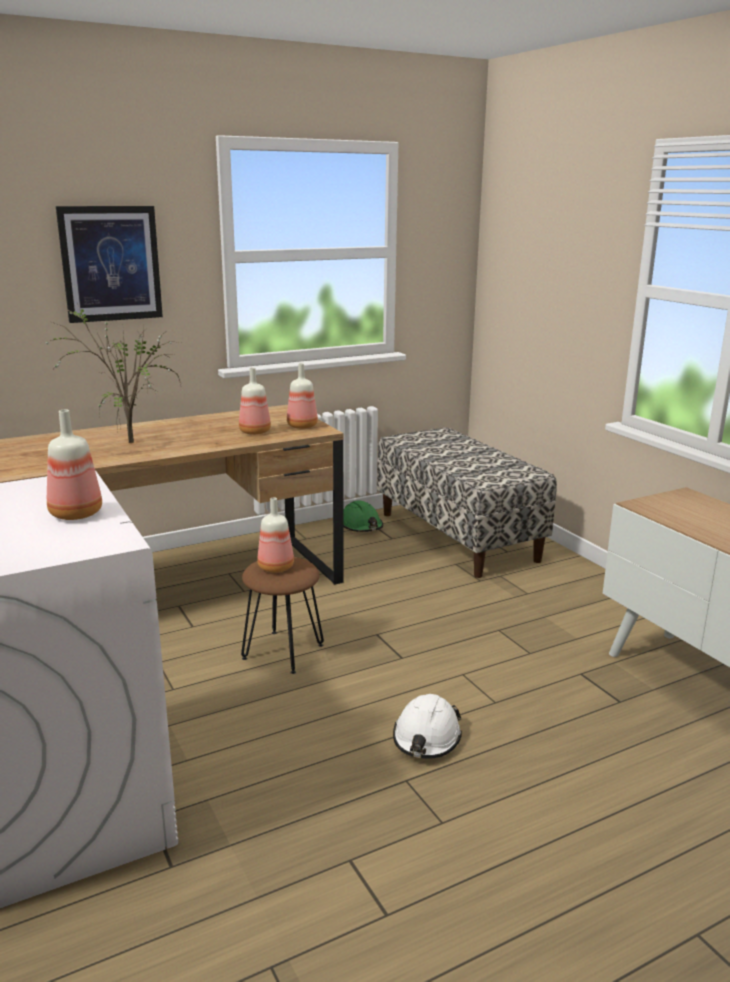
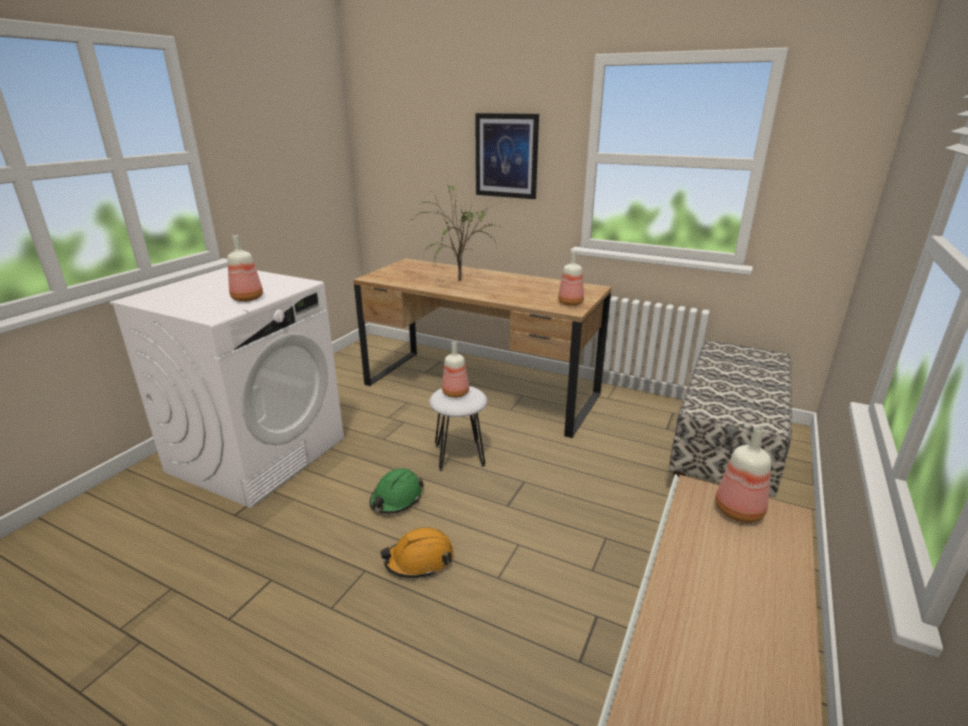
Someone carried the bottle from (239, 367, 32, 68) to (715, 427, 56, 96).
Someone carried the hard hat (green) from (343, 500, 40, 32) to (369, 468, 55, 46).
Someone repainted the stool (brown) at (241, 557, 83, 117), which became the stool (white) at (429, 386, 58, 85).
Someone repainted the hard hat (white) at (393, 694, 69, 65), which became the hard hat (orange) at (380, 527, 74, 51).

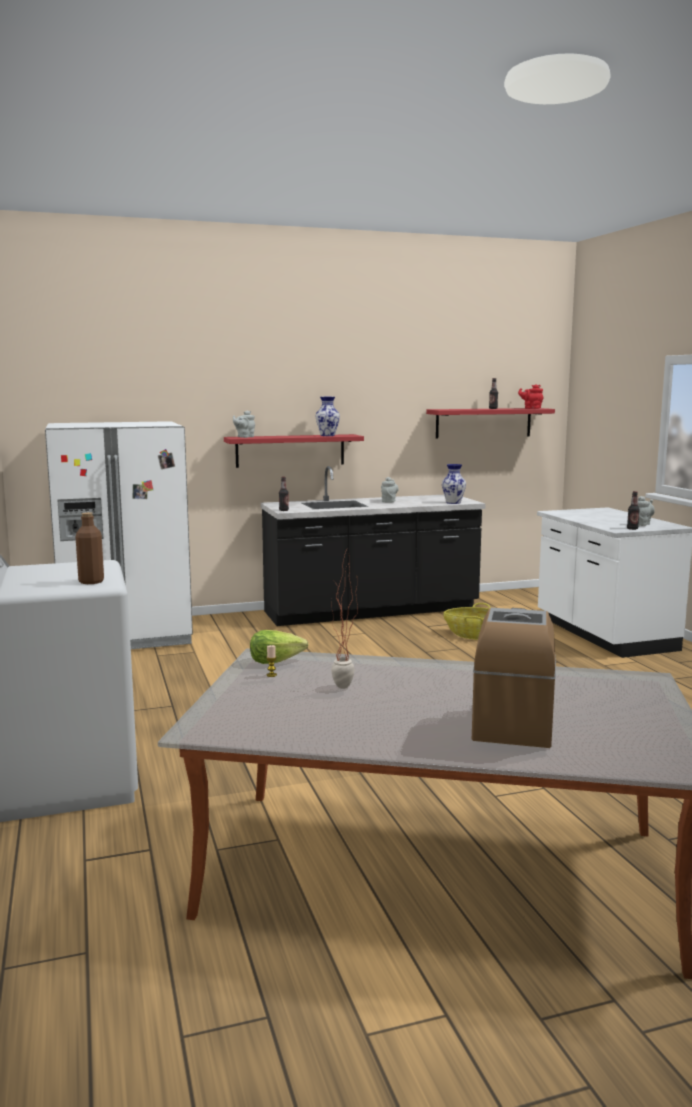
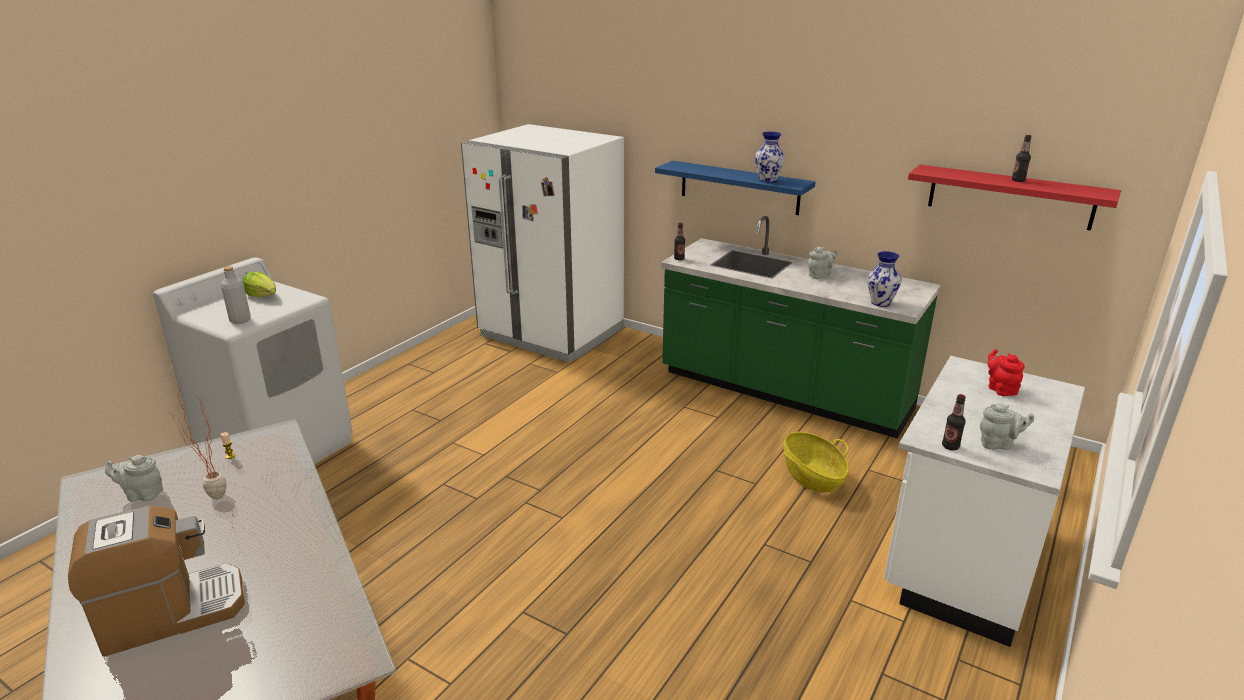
Someone carried the teapot (red) from (518, 384, 26, 25) to (988, 349, 37, 47).
Someone carried the teapot (grey) from (233, 411, 22, 27) to (105, 455, 58, 47).
Someone repainted the shelf (red) at (224, 434, 140, 34), which became the shelf (blue) at (655, 161, 160, 54).
Someone repainted the counter (black) at (261, 466, 224, 160), which became the counter (green) at (661, 216, 280, 223).
Someone repainted the bottle (brown) at (76, 512, 28, 72), which became the bottle (grey) at (221, 266, 30, 58).
Someone carried the lettuce from (250, 630, 59, 34) to (243, 271, 33, 26).

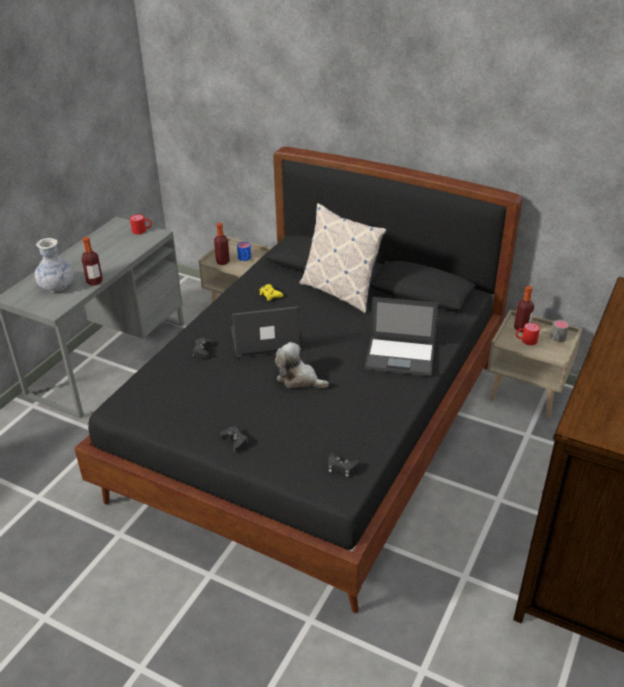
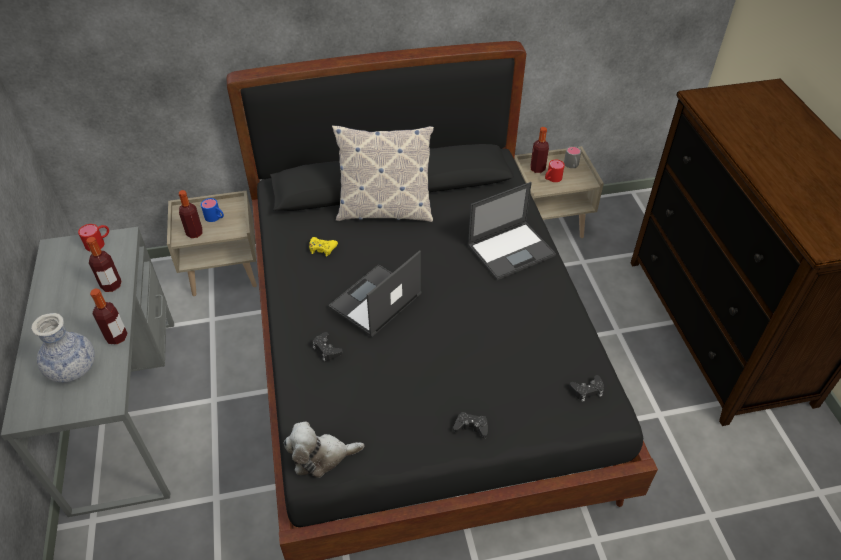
Someone carried the plush toy from (275, 342, 54, 46) to (284, 422, 80, 56).
Someone put down the bottle at (86, 237, 35, 55).

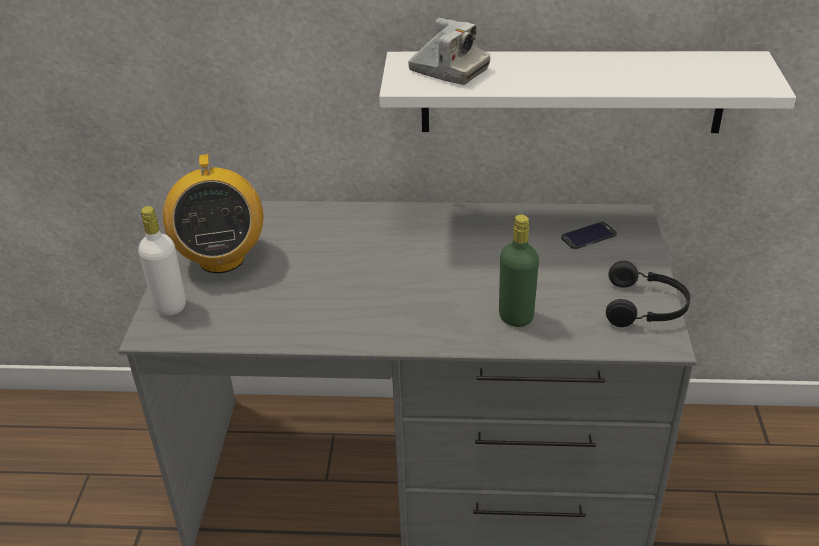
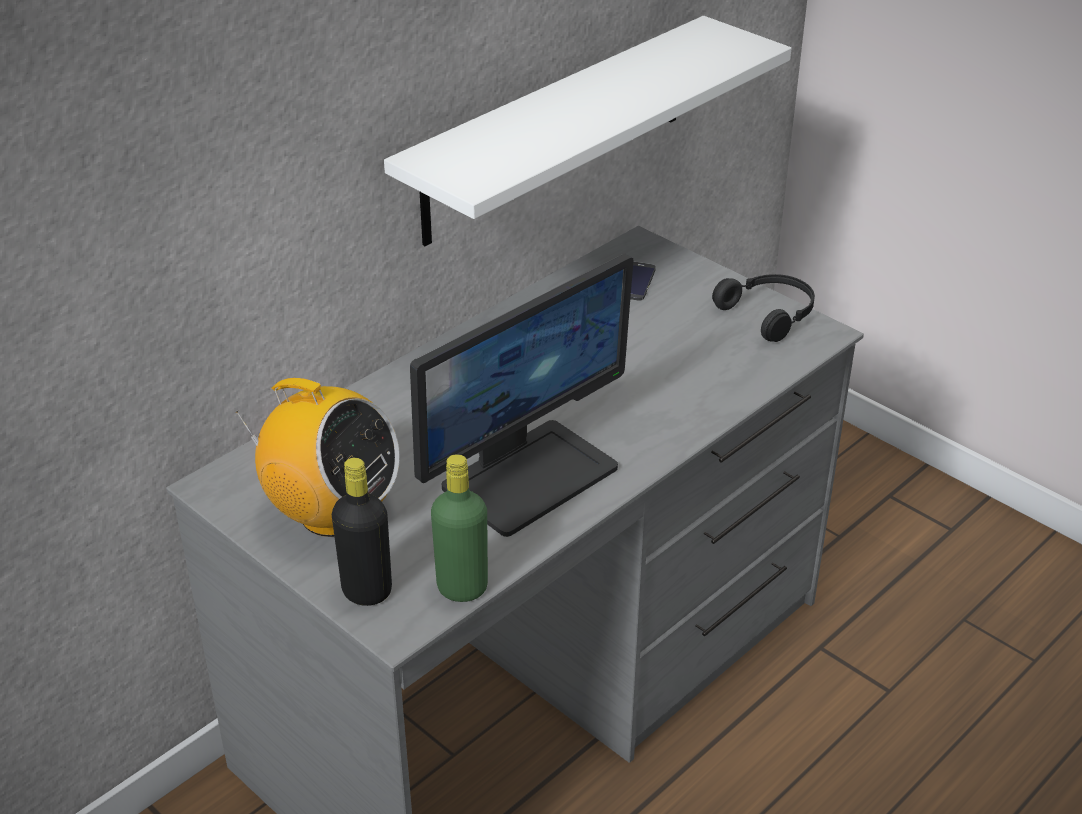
Someone took away the photo camera at (408, 18, 82, 67).
Someone repainted the bottle (white) at (138, 206, 48, 110), which became the bottle (black) at (332, 458, 60, 148).
Someone carried the bottle (green) from (499, 215, 40, 112) to (431, 454, 57, 148).
Someone put down the monitor at (410, 253, 224, 284).

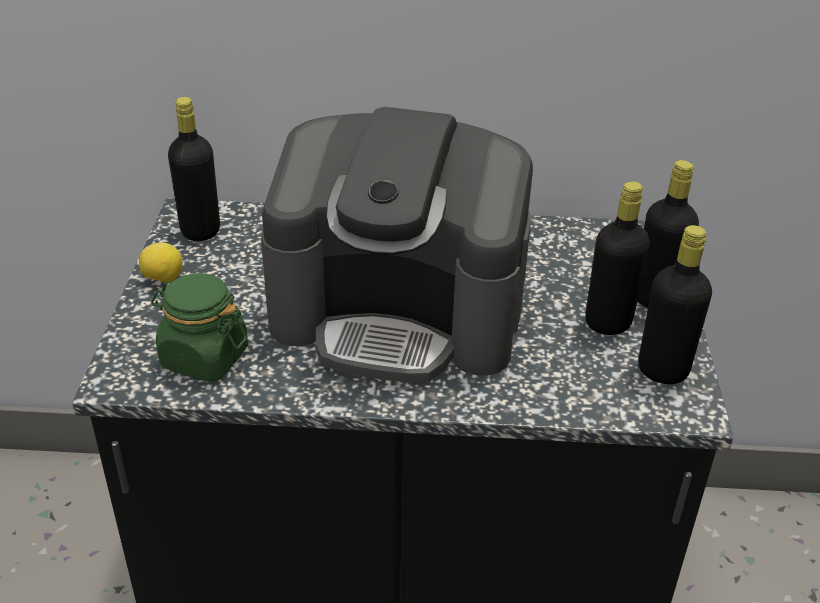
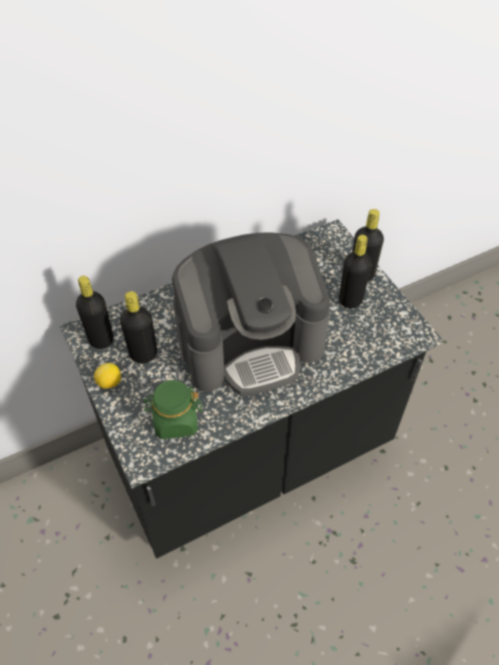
Someone carried the bottle (black) from (638, 225, 74, 159) to (120, 291, 37, 73).

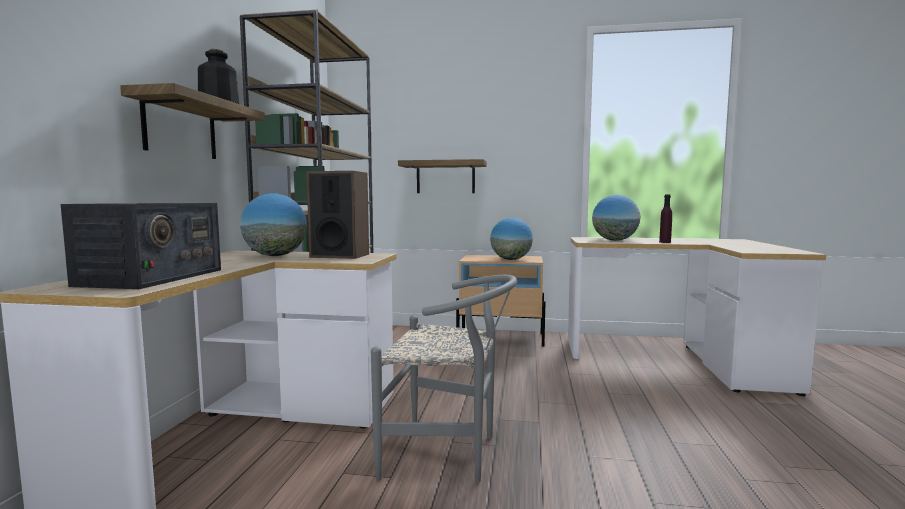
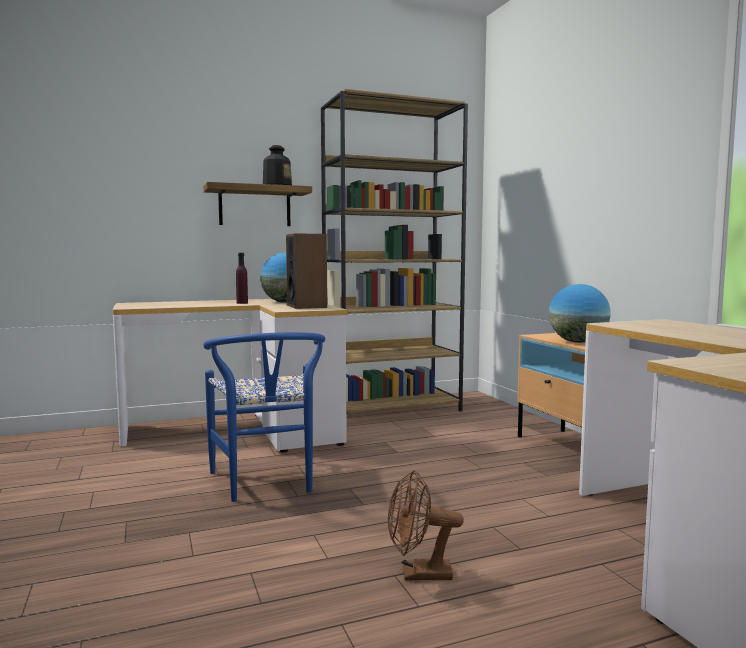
Someone took away the shelf at (398, 159, 89, 34).
Someone took away the globe at (592, 195, 48, 46).
Someone carried the bottle (purple) from (659, 195, 13, 48) to (236, 253, 12, 51).
Someone took away the radio at (61, 203, 160, 86).
Someone repainted the chair (grey) at (371, 275, 146, 208), which became the chair (blue) at (203, 332, 122, 170).
Someone put down the fan (brown) at (388, 470, 76, 110).

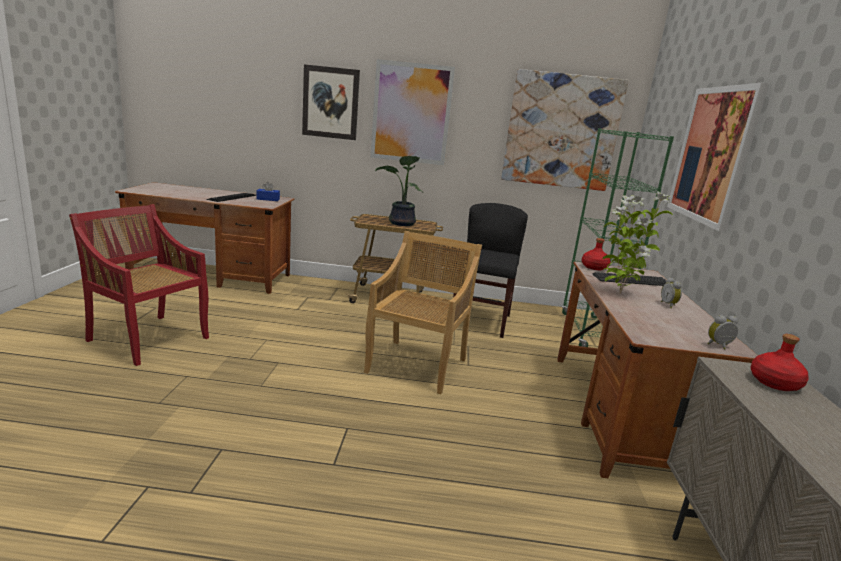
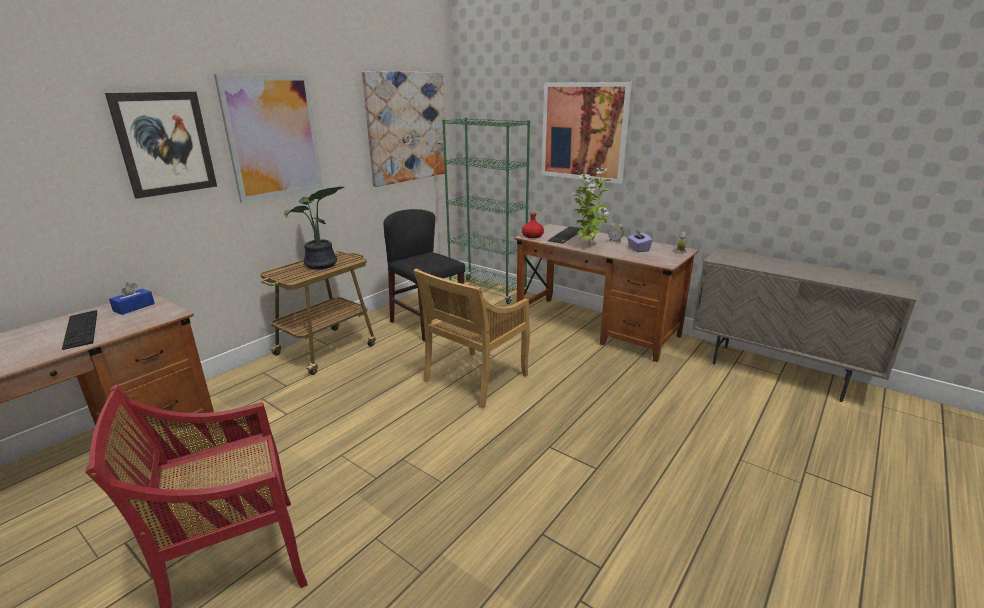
Someone rotated the chair (beige) at (364, 231, 118, 163) by 105 degrees counterclockwise.
Someone took away the bottle (red) at (751, 334, 58, 57).
Someone put down the tissue box (purple) at (627, 230, 26, 22).

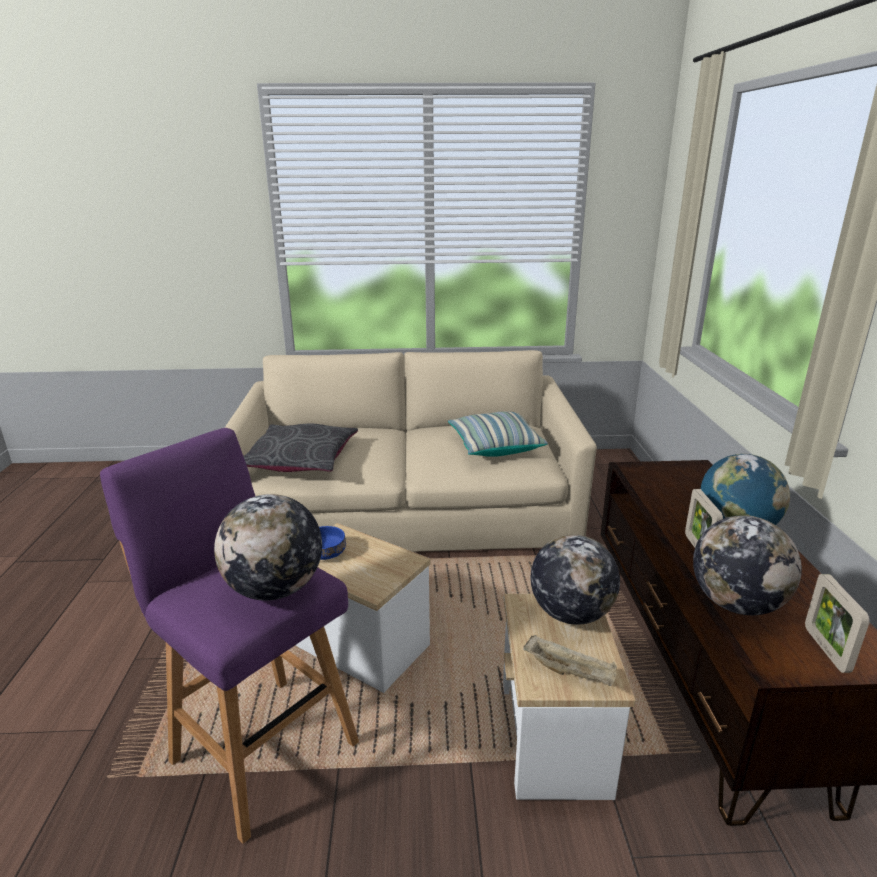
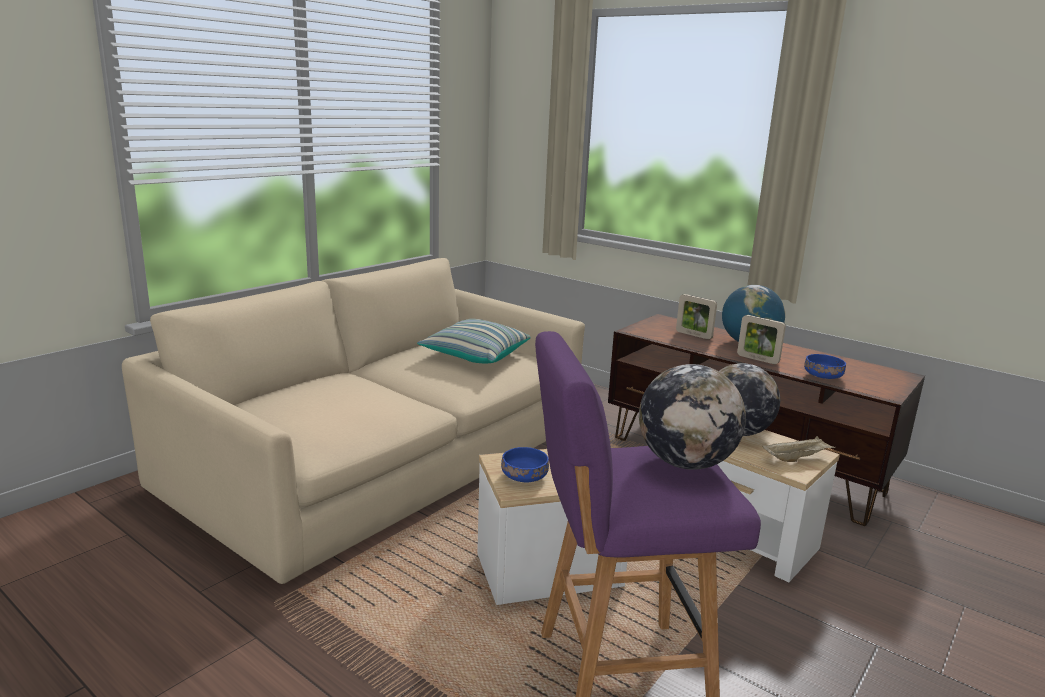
Someone took away the pillow (grey) at (243, 423, 115, 49).
Someone swapped the globe at (693, 515, 109, 100) for the bowl (blue) at (804, 354, 42, 25).
Someone carried the picture frame from (805, 574, 65, 99) to (676, 294, 41, 45).

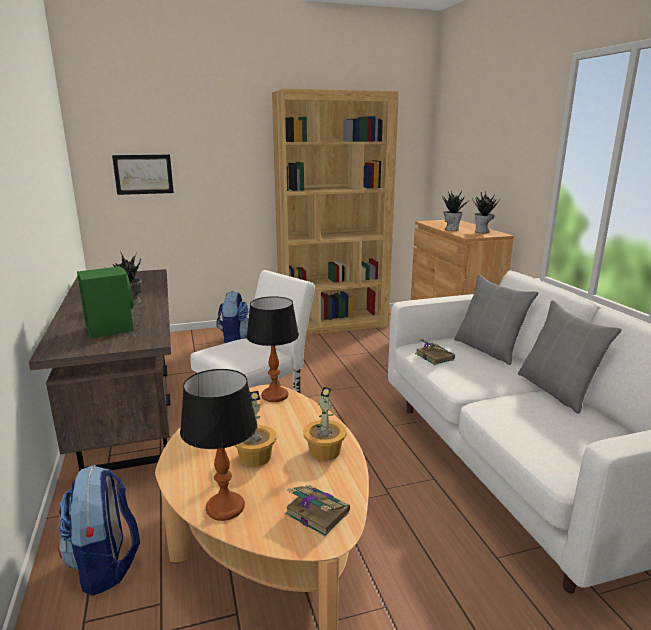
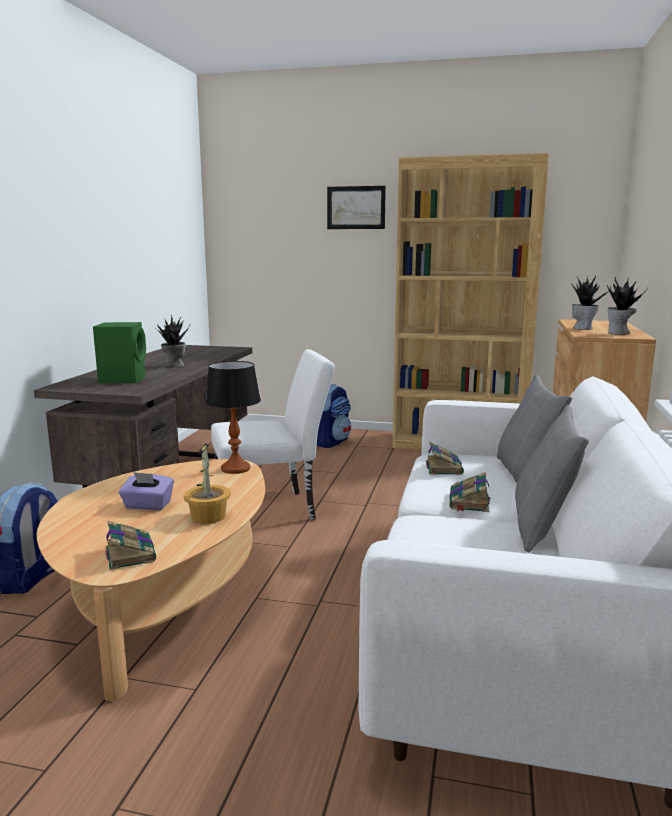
Someone carried the picture from (112, 155, 62, 40) to (327, 186, 59, 43).
Someone took away the table lamp at (180, 369, 77, 152).
Someone swapped the potted plant at (234, 391, 42, 76) for the tissue box (purple) at (119, 472, 55, 38).
Someone put down the book at (449, 472, 41, 40).

